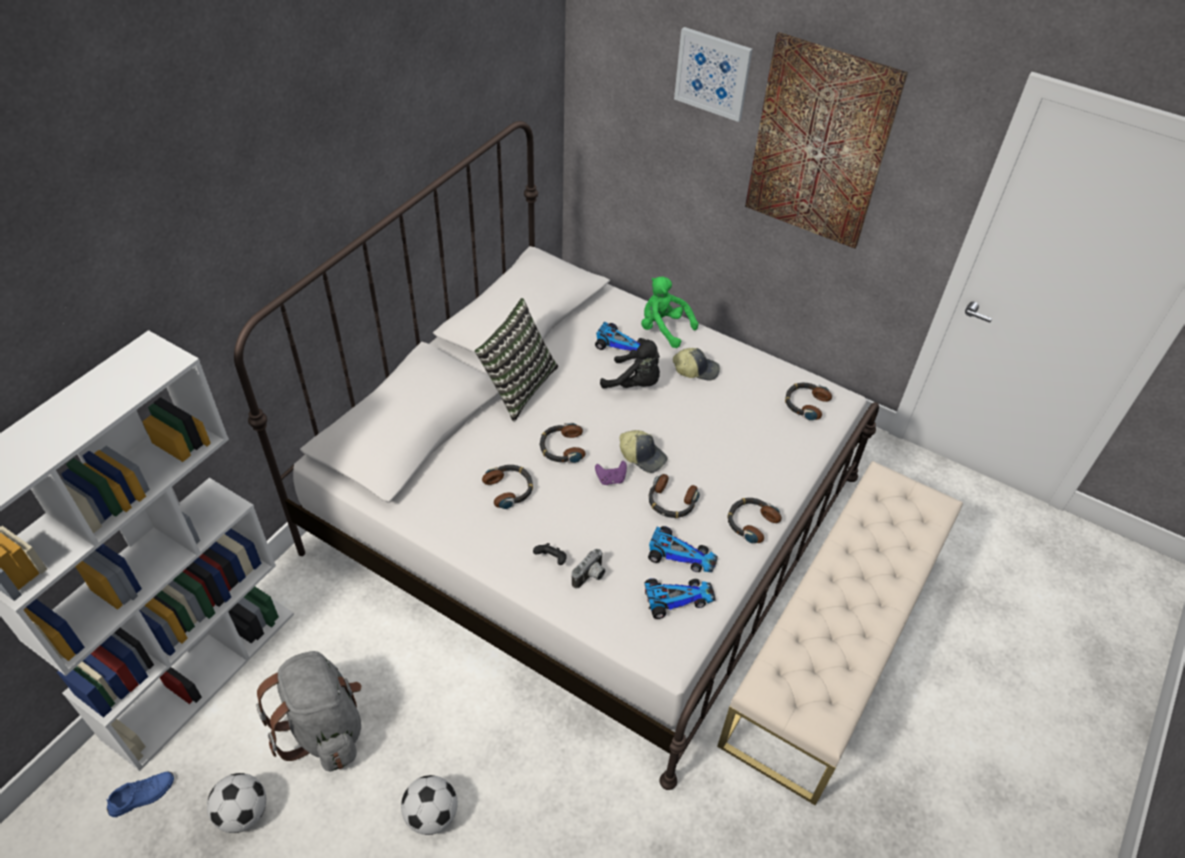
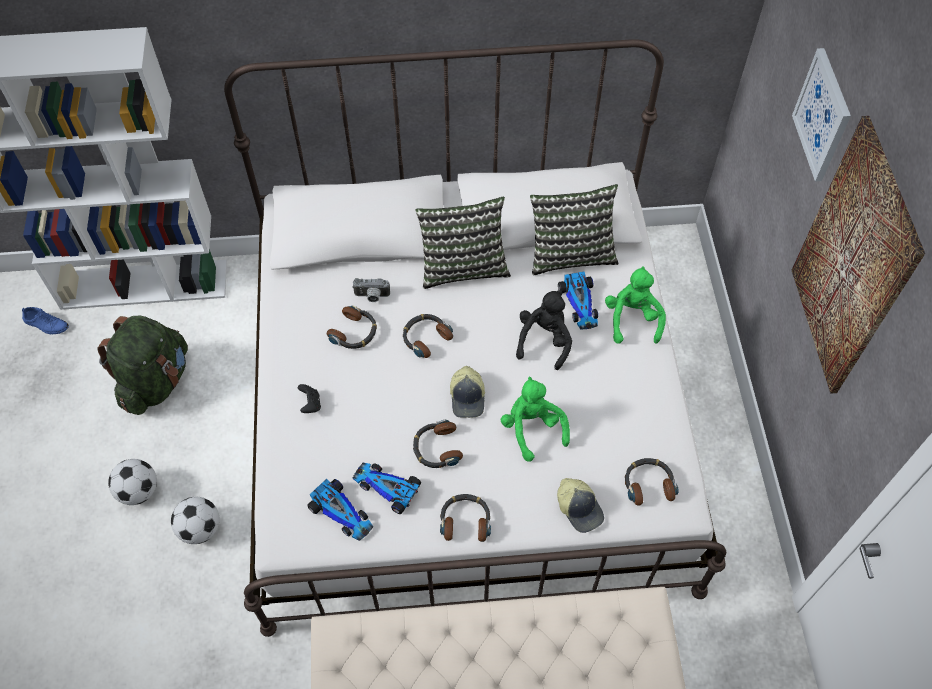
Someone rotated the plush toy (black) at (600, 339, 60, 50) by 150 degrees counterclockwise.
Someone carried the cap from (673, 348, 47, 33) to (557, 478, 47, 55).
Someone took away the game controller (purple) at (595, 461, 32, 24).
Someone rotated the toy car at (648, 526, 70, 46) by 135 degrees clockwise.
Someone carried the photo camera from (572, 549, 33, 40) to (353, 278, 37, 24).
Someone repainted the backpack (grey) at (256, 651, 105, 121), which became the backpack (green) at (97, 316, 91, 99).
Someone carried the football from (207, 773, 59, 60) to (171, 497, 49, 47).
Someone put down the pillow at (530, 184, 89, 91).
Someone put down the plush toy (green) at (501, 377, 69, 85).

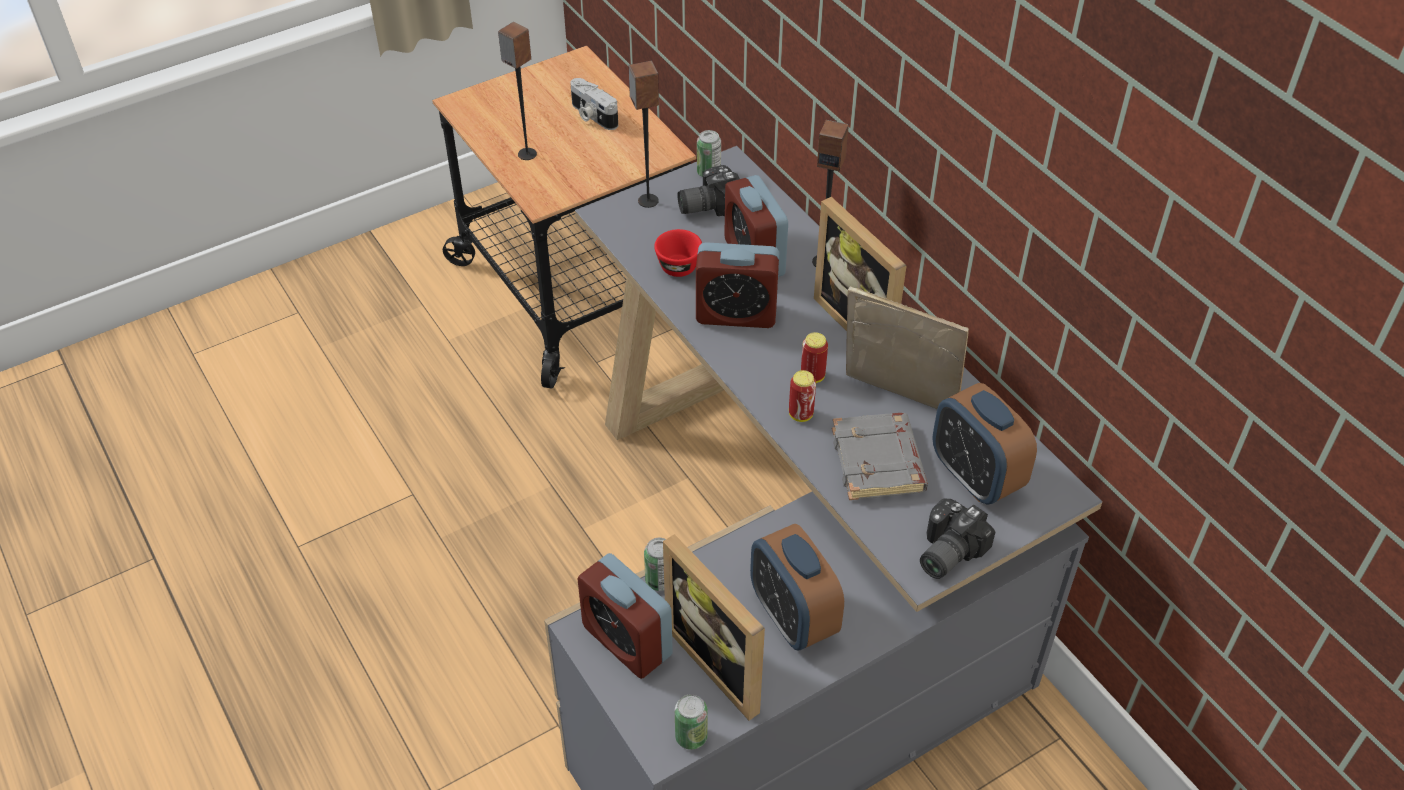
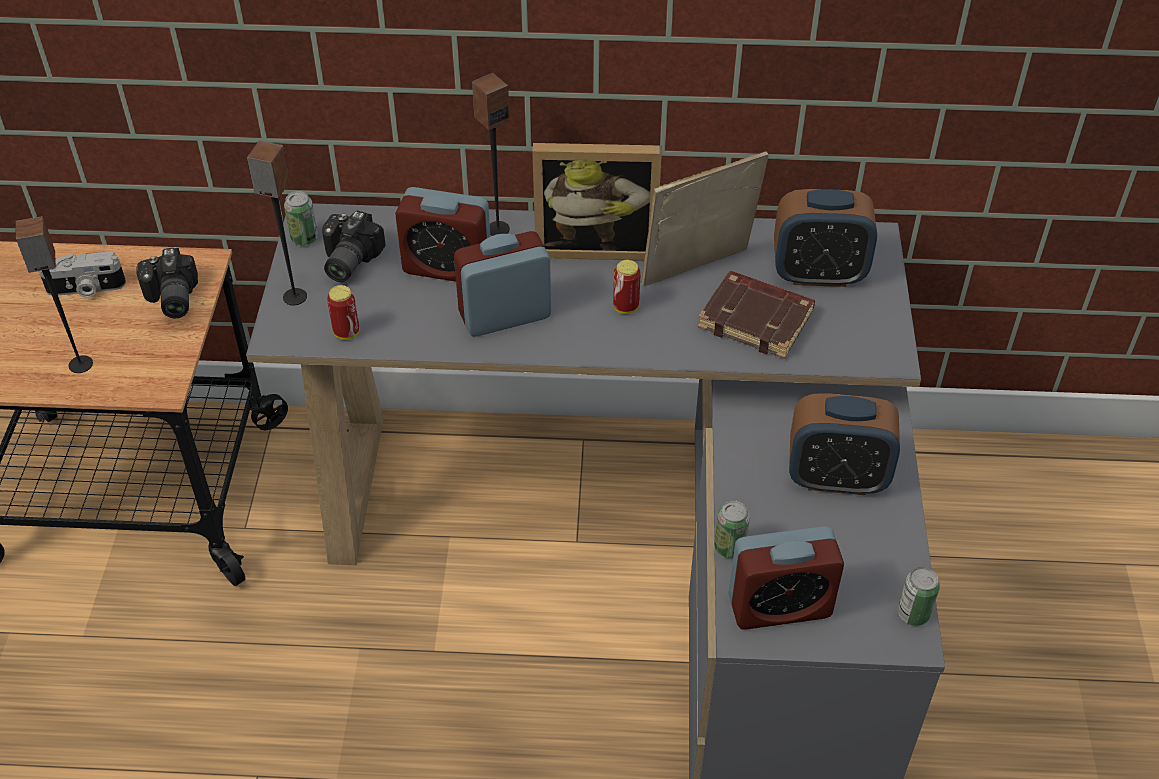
Someone took away the cup (red) at (654, 229, 48, 48).
Someone rotated the alarm clock at (696, 242, 83, 86) by 150 degrees counterclockwise.
Someone carried the can from (789, 370, 27, 52) to (327, 285, 32, 55).
Someone repainted the book (grey) at (832, 413, 96, 87), which became the book (brown) at (698, 271, 117, 88).
Someone carried the photo camera from (920, 498, 75, 81) to (136, 248, 62, 70).
Someone took away the picture frame at (663, 534, 102, 187).

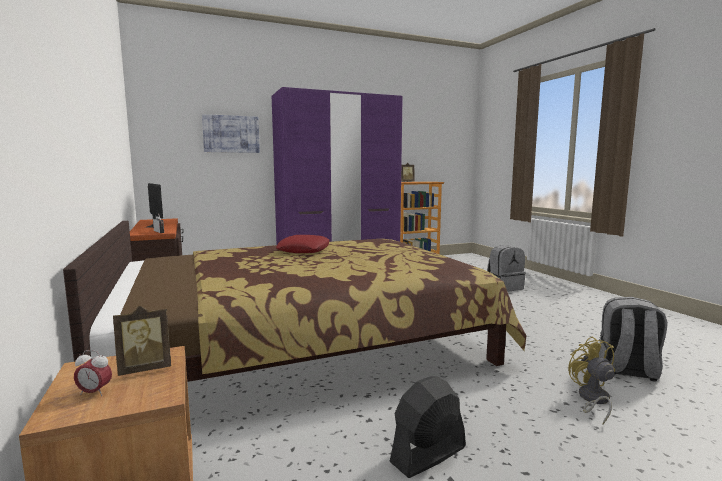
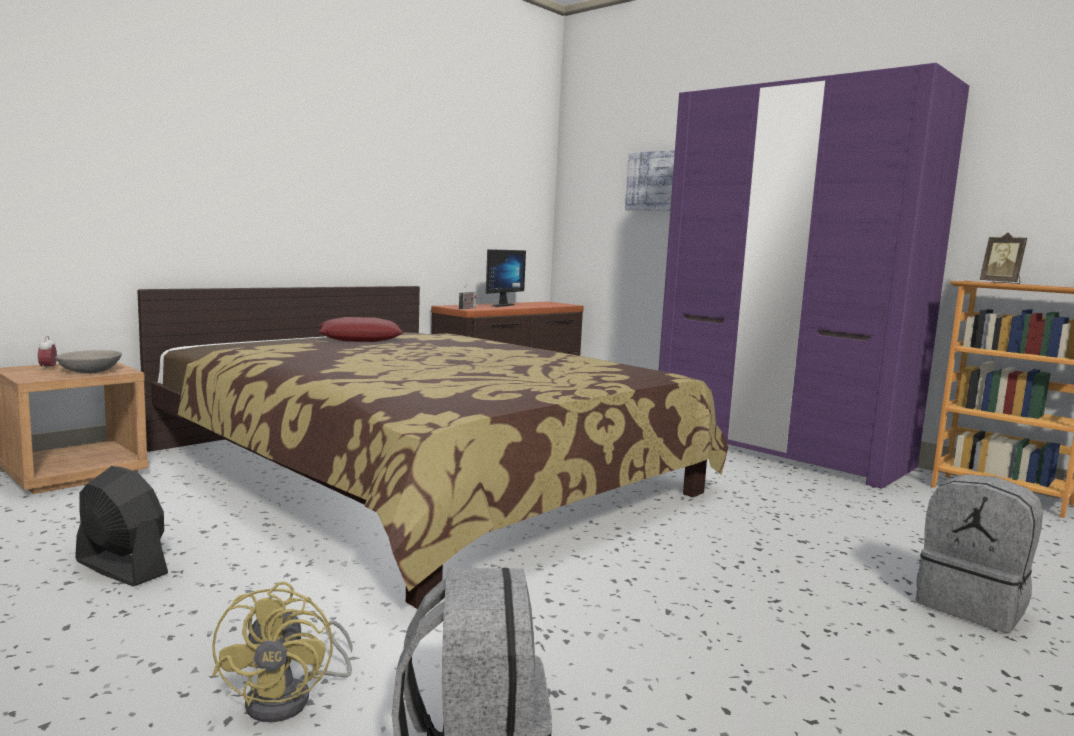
Someone carried the pillow (red) from (276, 235, 54, 18) to (318, 317, 86, 25).
Someone swapped the picture frame at (113, 306, 58, 70) for the bowl (grey) at (55, 350, 67, 24).
Someone rotated the fan (yellow) at (568, 336, 47, 89) by 120 degrees clockwise.

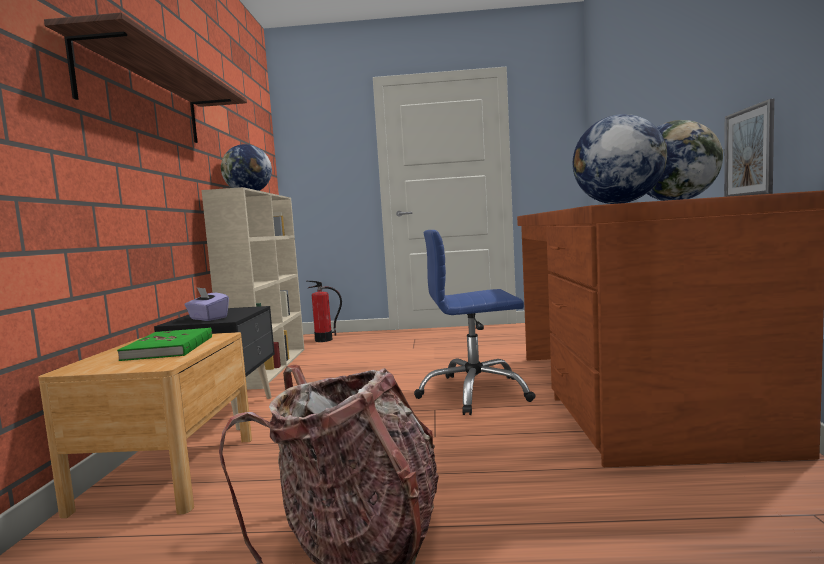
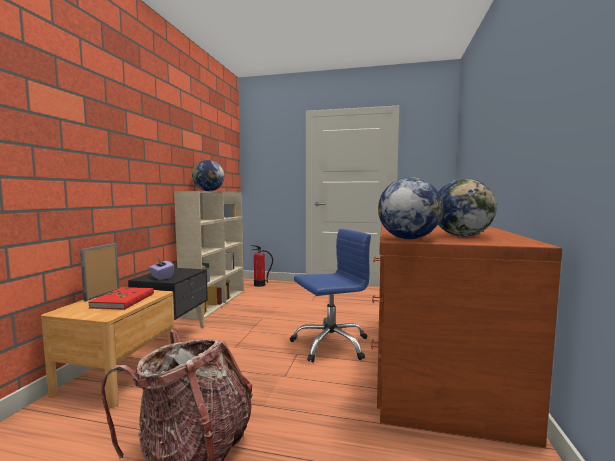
Someone took away the shelf at (44, 12, 203, 131).
Someone carried the picture frame from (724, 99, 50, 98) to (80, 243, 40, 58).
Someone rotated the office chair (blue) at (414, 230, 122, 185) by 150 degrees clockwise.
Someone repainted the book (green) at (117, 327, 95, 34), which became the book (red) at (88, 287, 66, 23).

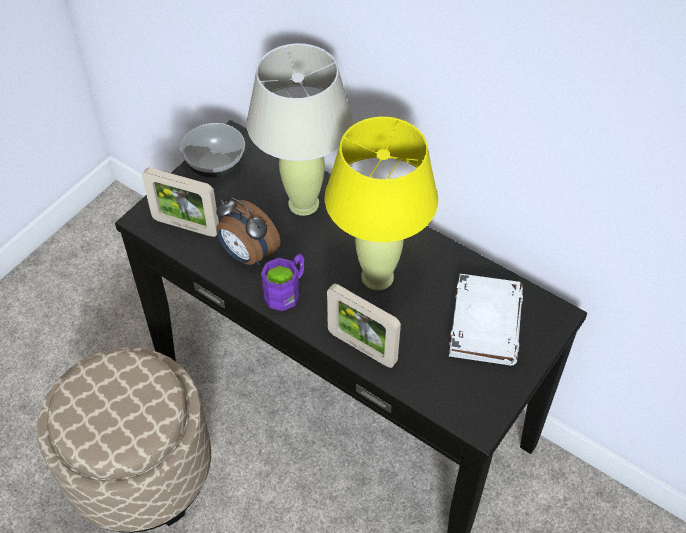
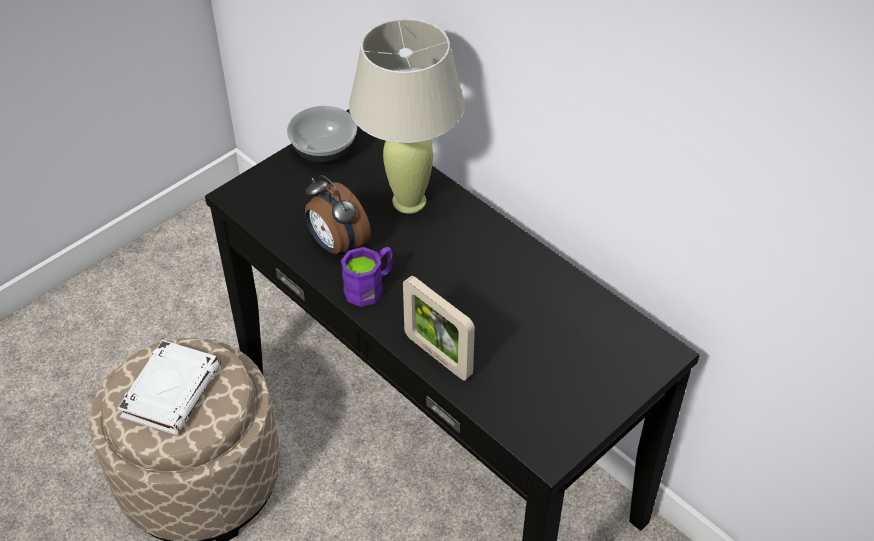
Someone took away the table lamp (yellow) at (325, 117, 113, 173).
Someone took away the picture frame at (142, 167, 77, 70).
Someone carried the book (white) from (449, 274, 74, 92) to (117, 340, 104, 95).

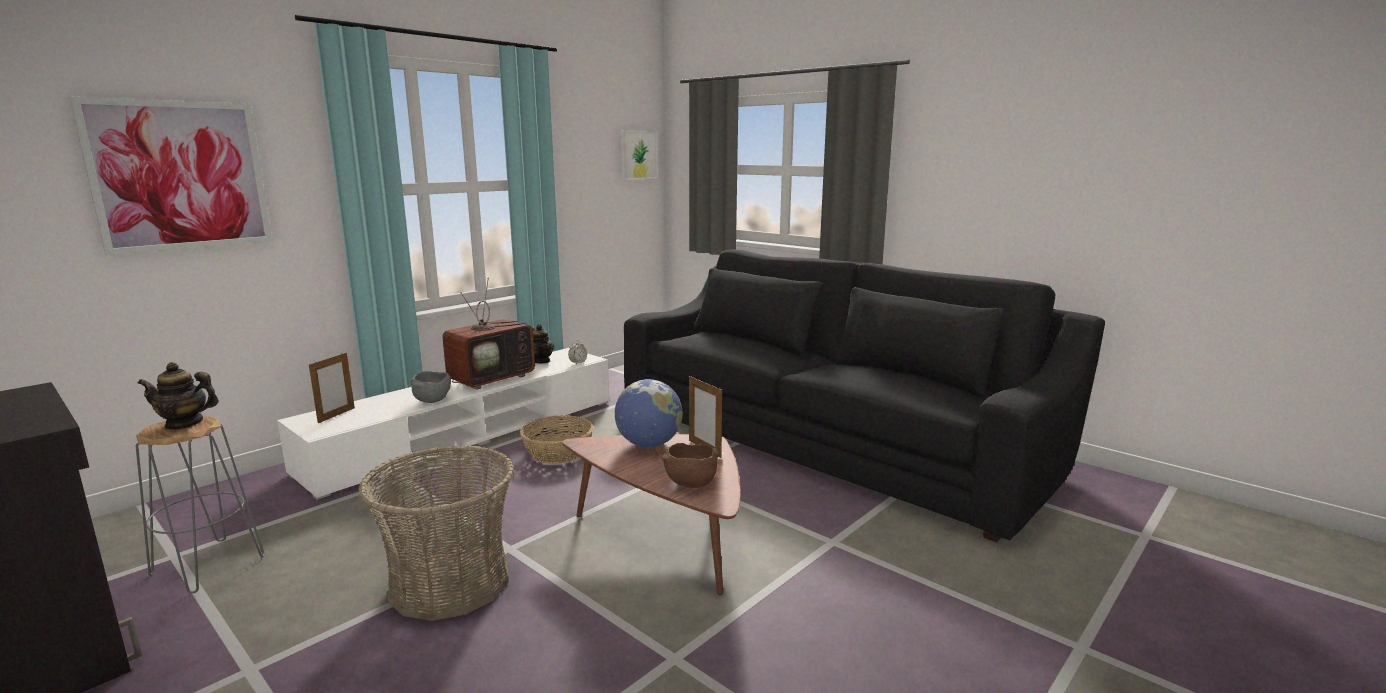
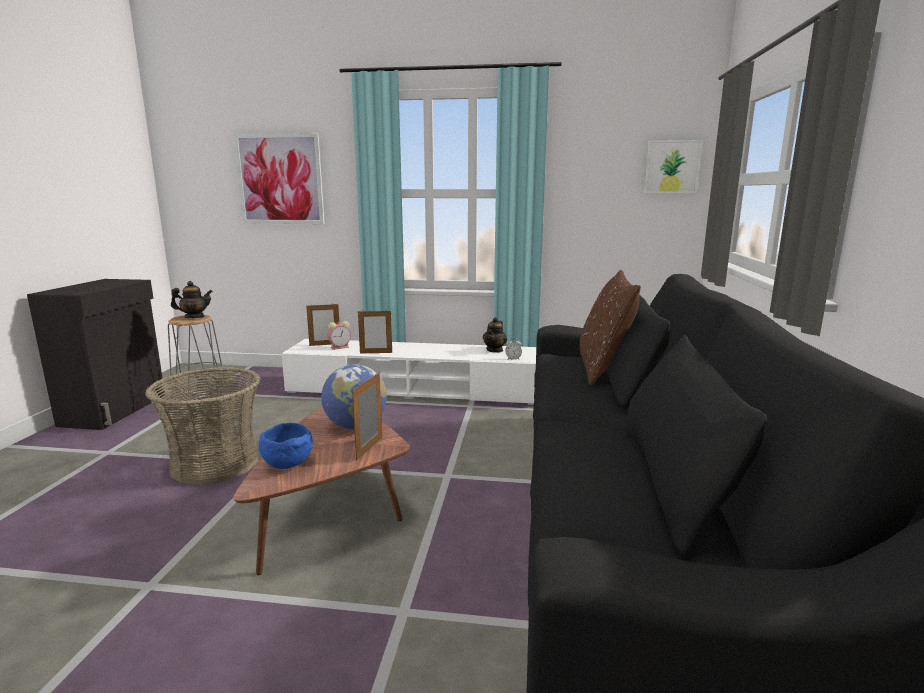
Someone took away the television at (442, 278, 93, 111).
Someone rotated the teapot at (138, 362, 81, 68) by 120 degrees clockwise.
Someone swapped the bowl (grey) at (411, 371, 40, 32) for the picture frame at (358, 310, 34, 44).
Someone took away the basket at (520, 415, 73, 49).
Someone repainted the bowl (brown) at (662, 443, 57, 45), which became the bowl (blue) at (259, 423, 54, 46).
Someone put down the pillow (brown) at (580, 270, 61, 116).
Someone put down the alarm clock at (327, 321, 24, 29).

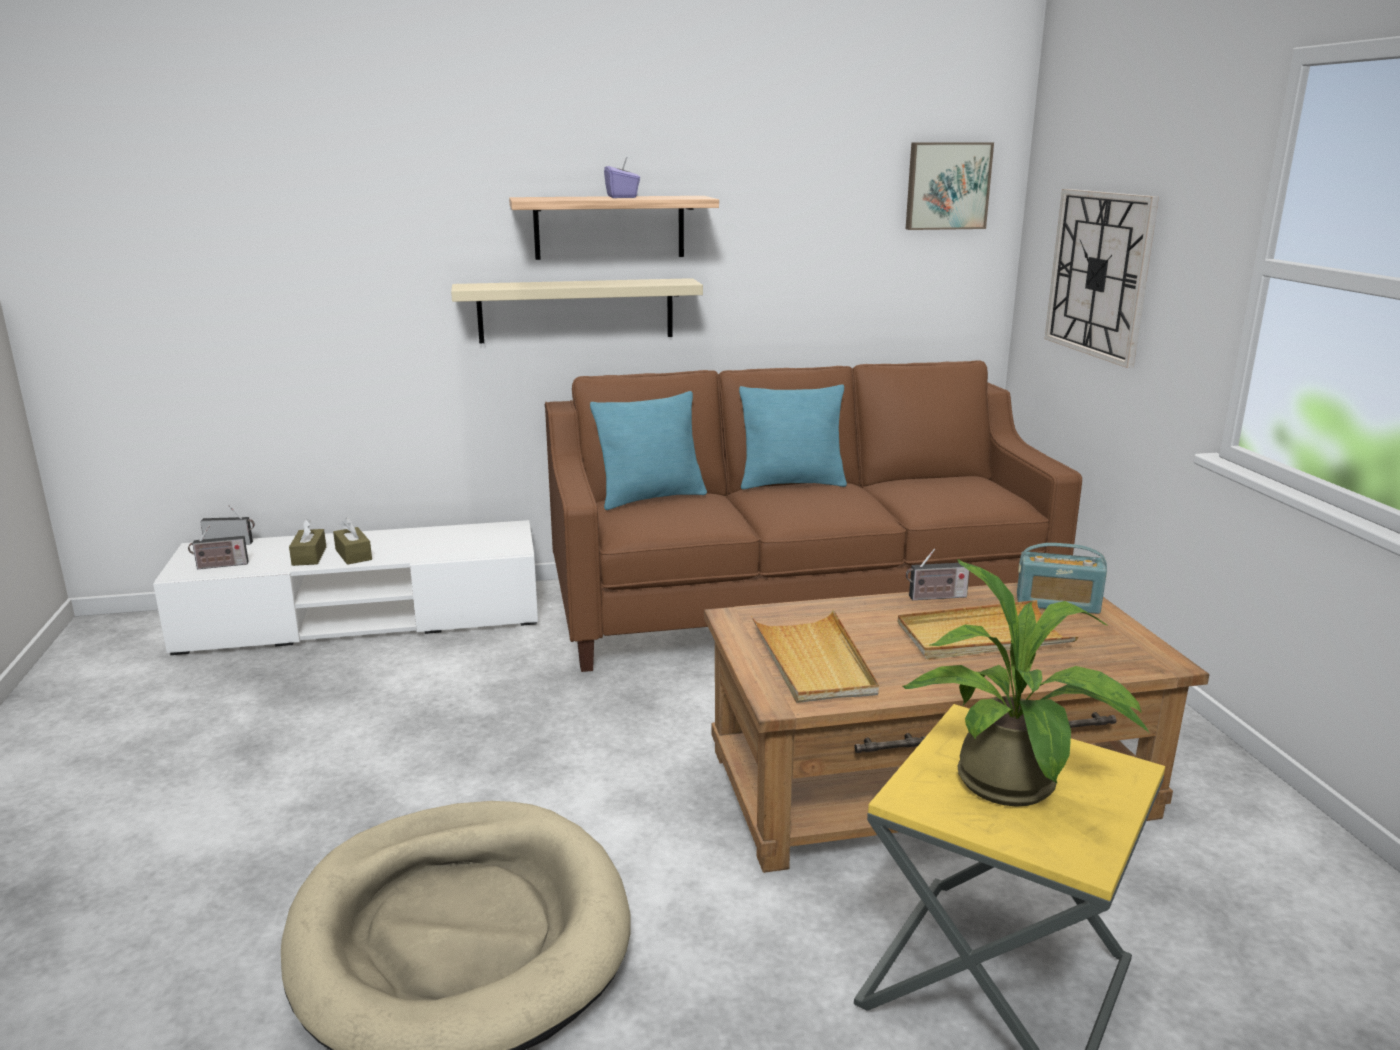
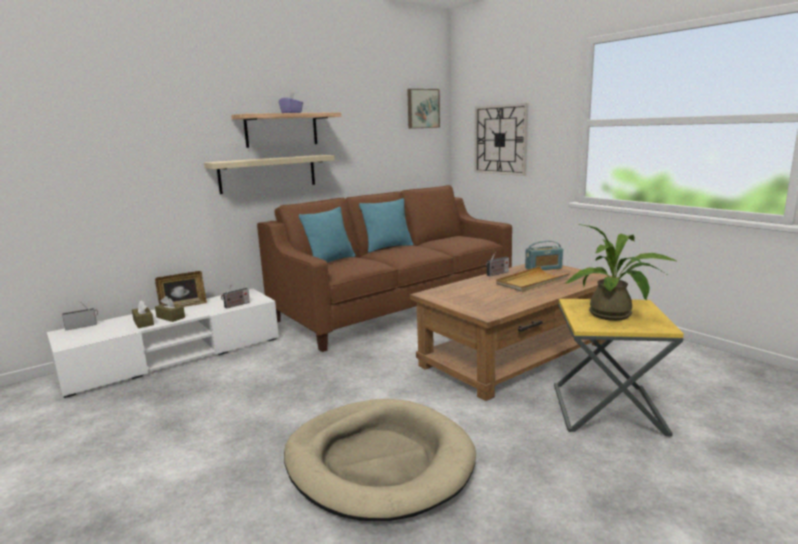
Someone carried the radio from (188, 526, 60, 43) to (221, 284, 29, 25).
Someone took away the tray (beige) at (751, 610, 128, 93).
Someone put down the picture frame at (155, 271, 52, 36).

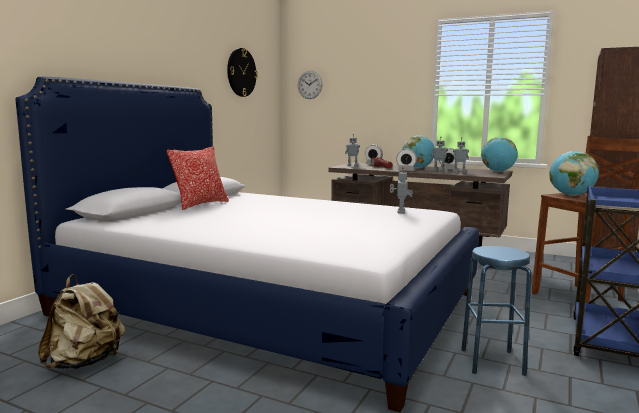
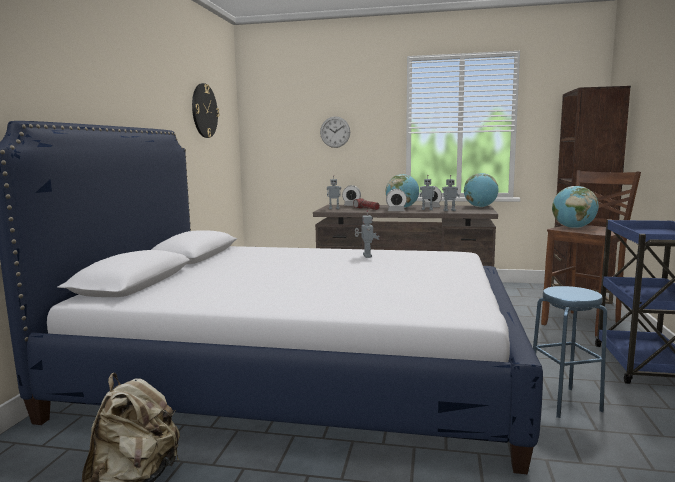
Someone carried the wall clock from (298, 71, 25, 28) to (320, 117, 30, 31).
Someone took away the pillow at (167, 147, 62, 63).
Someone carried the toy robot from (390, 167, 23, 47) to (355, 210, 25, 48).

